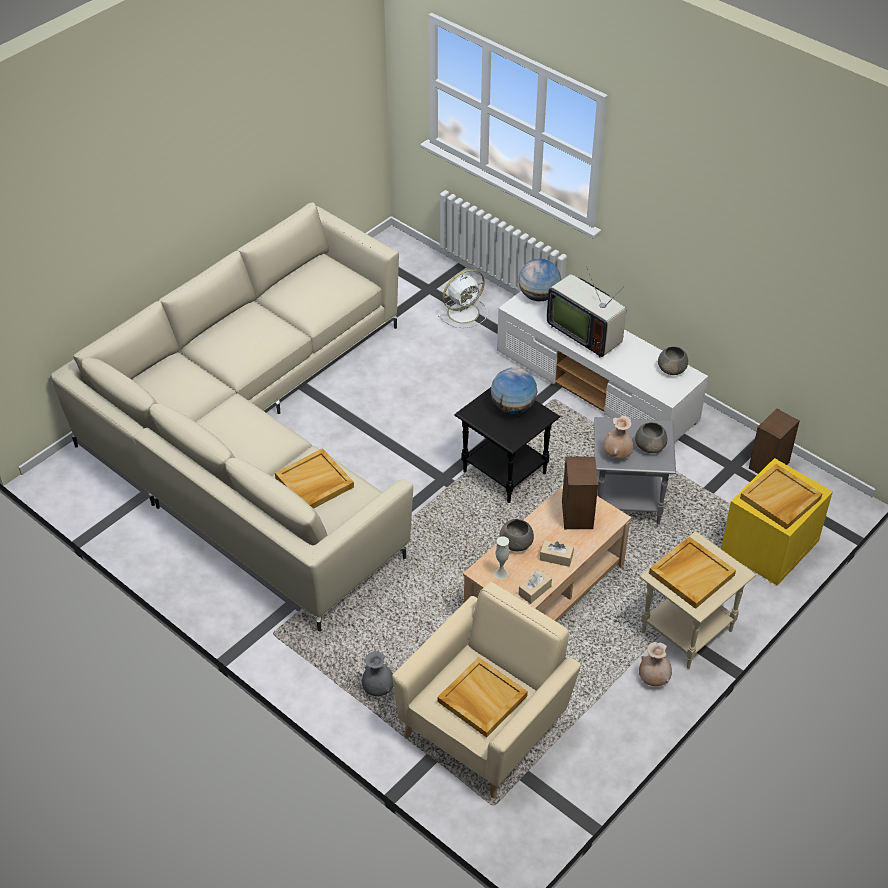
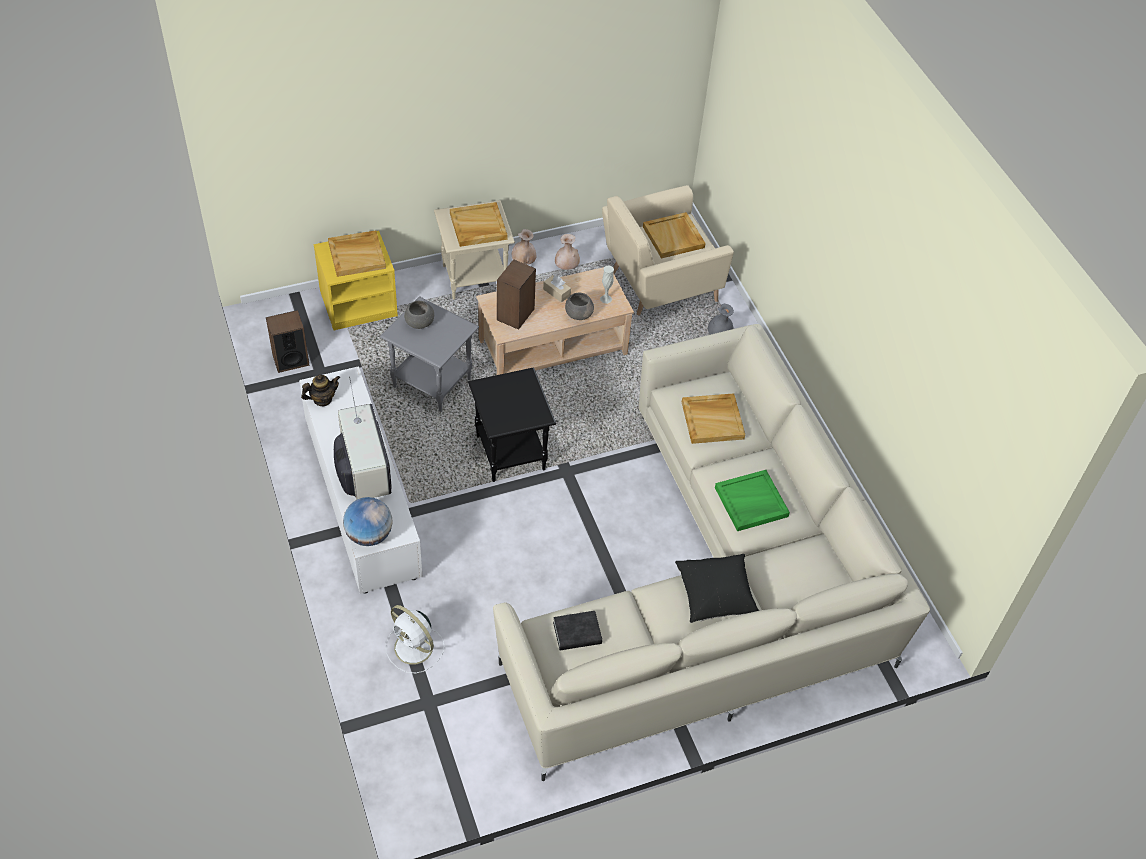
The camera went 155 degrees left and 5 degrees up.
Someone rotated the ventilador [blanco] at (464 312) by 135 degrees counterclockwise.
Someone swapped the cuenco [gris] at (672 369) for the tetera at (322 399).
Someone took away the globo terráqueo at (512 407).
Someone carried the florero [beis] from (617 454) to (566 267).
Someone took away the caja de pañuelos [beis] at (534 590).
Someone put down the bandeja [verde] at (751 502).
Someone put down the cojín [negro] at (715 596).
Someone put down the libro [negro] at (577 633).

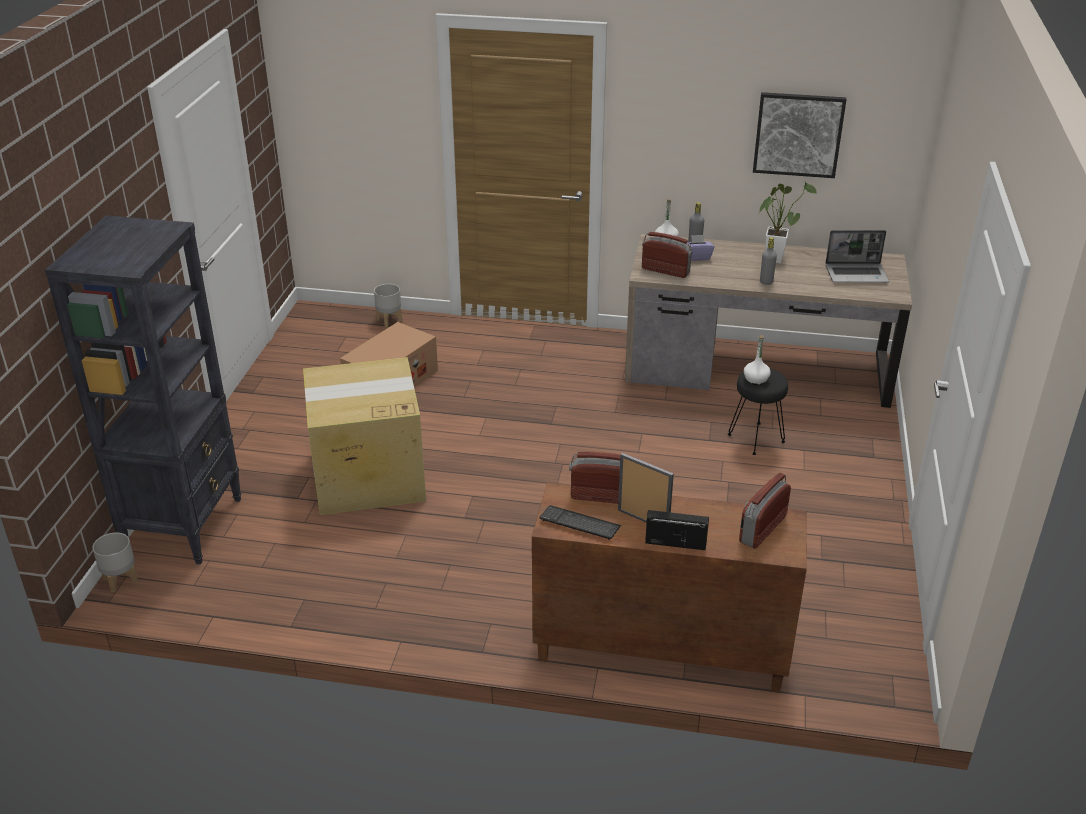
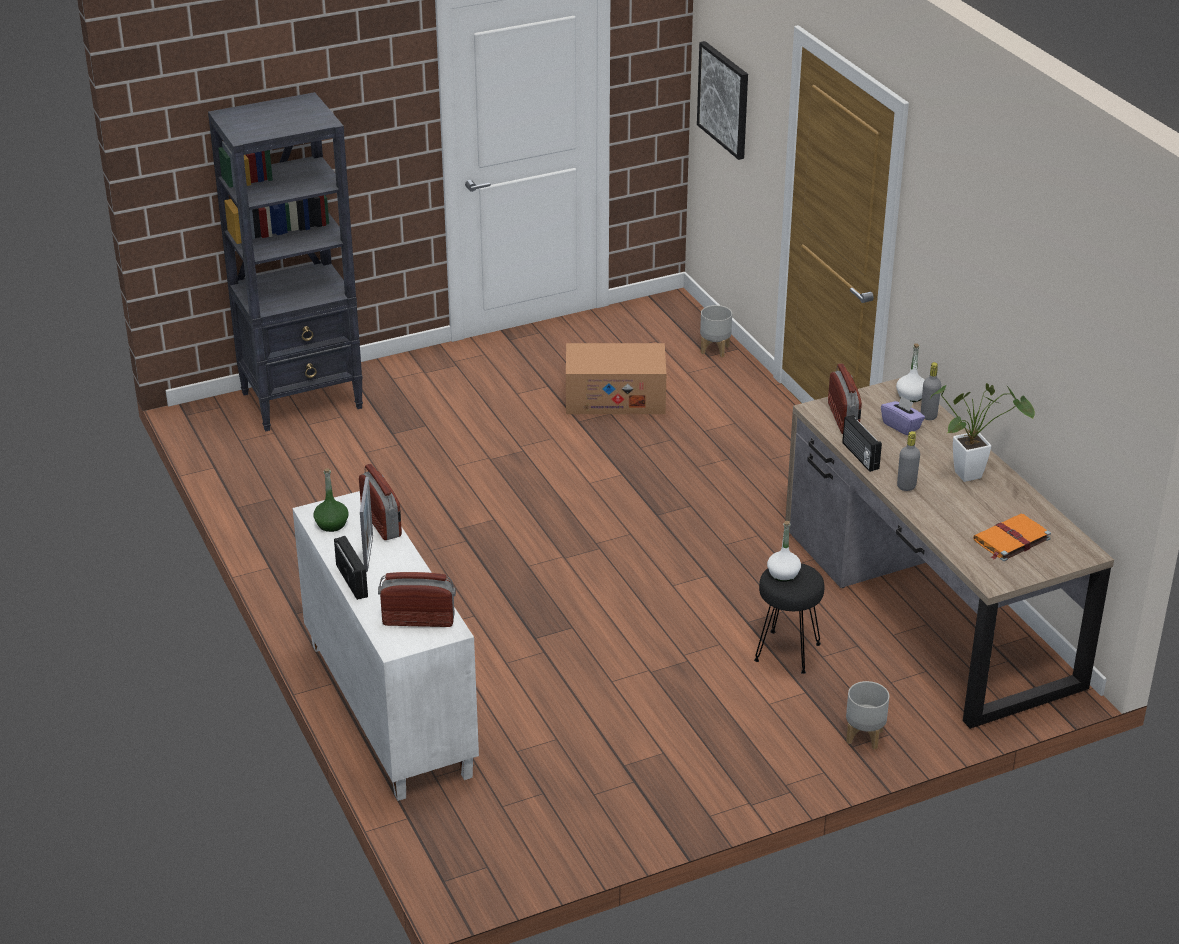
The camera went 55 degrees right and 0 degrees up.
Someone carried the cuadro from (798 134) to (724 99).
Someone swapped the portátil at (857 274) for the libro [naranja] at (1010 540).
Someone took away the caja de cartón at (367 476).
Someone repainted the armario [marrón] at (659 650), which became the armario [blanco] at (387 709).
Someone swapped the teclado at (580 523) for the botella [verde] at (331 524).
Someone carried the maceta [gris] from (121 580) to (864 737).
Someone put down the radio at (859 456).

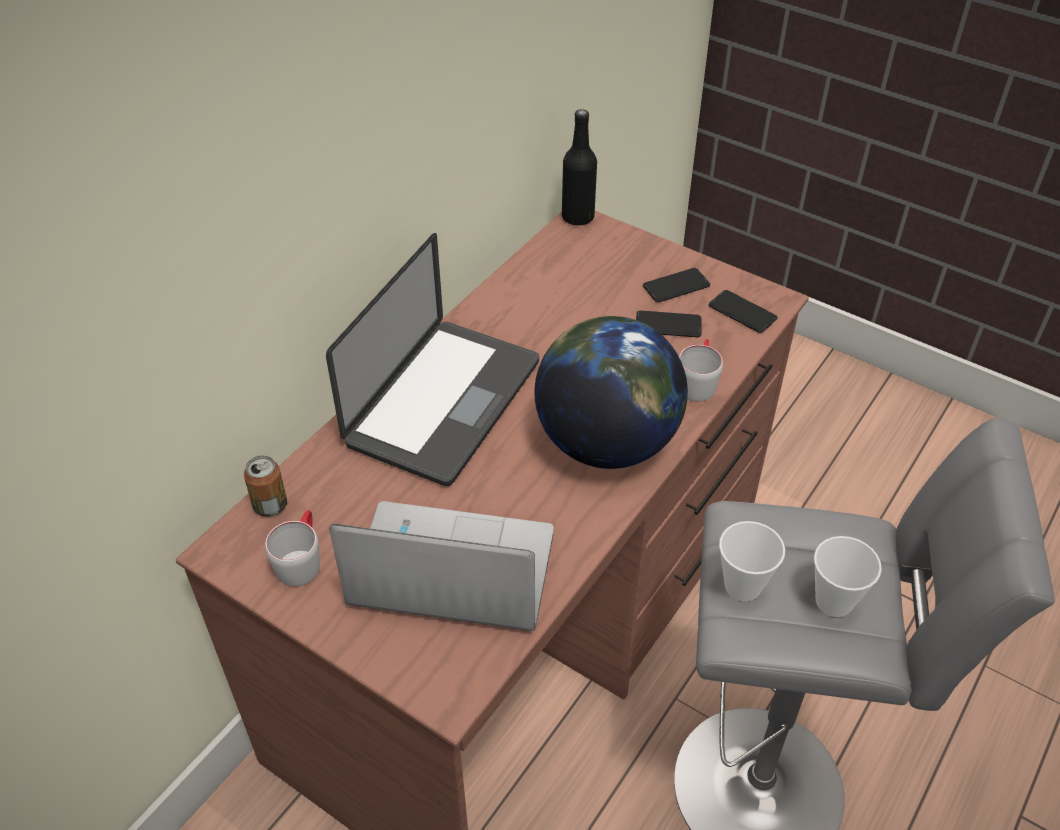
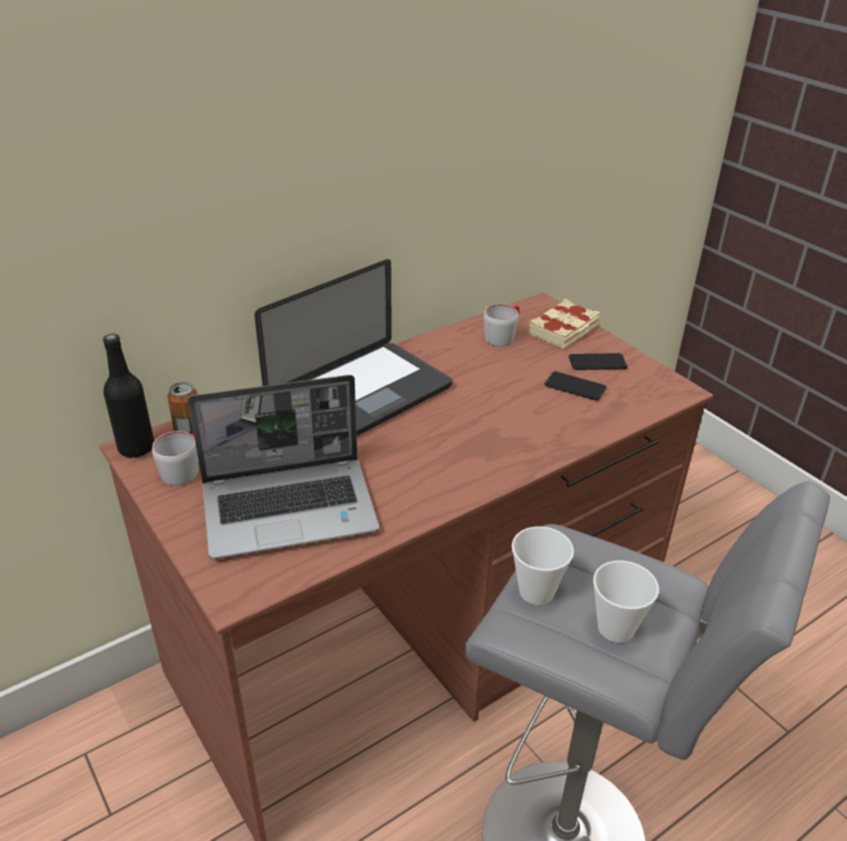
The camera went 20 degrees right and 10 degrees down.
Someone carried the botella [negro] from (577 217) to (136 448).
Someone took away the móvil at (742 312).
Someone took away the globo terráqueo at (606 442).
Someone carried the taza grande [gris] from (697 381) to (503 336).
Someone rotated the portátil at (449 572) by 135 degrees clockwise.
Someone put down the libro [beis] at (564 330).

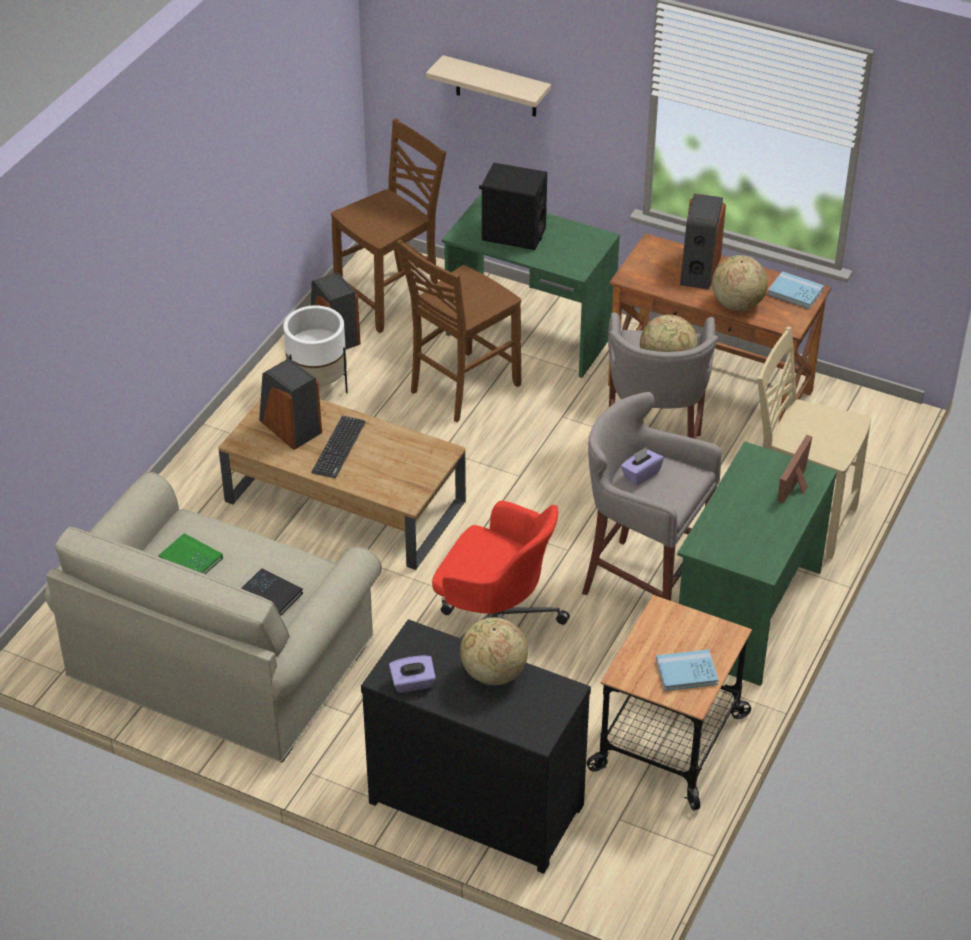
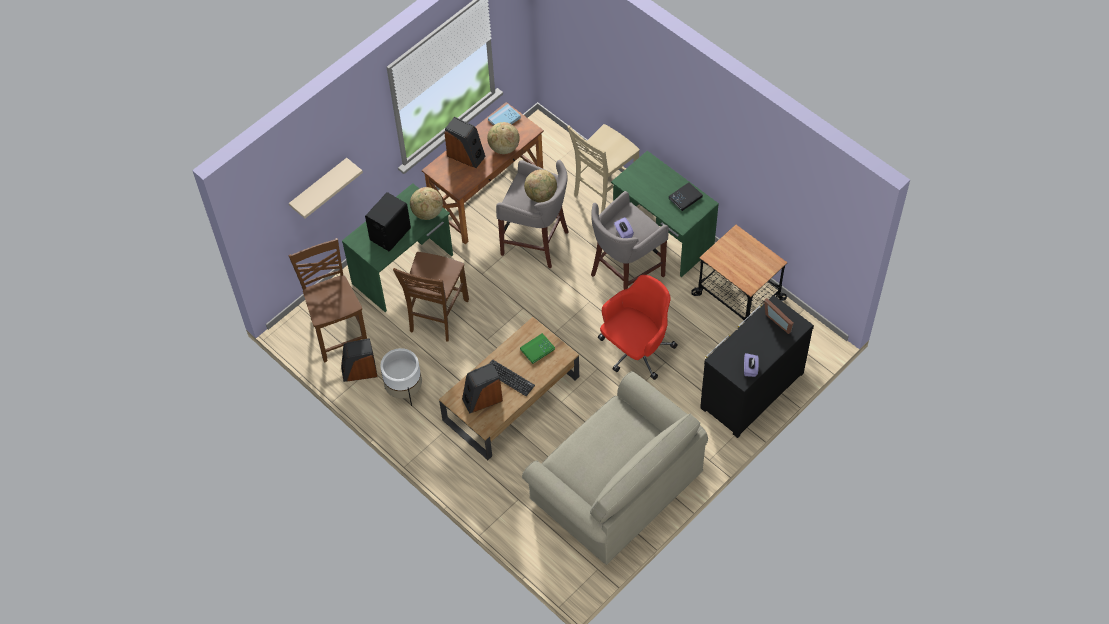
The camera went 70 degrees left and 15 degrees up.
Someone rotated the silla [marrón] at (461 388) by 45 degrees clockwise.
Someone carried the portarretratos from (798 485) to (779 320).
Someone carried the libro [verde] from (191 559) to (537 349).
Someone carried the libro [negro] from (270 595) to (685 197).
Someone carried the globo terráqueo from (493 673) to (427 213).
Someone took away the libro [azul] at (686 672).

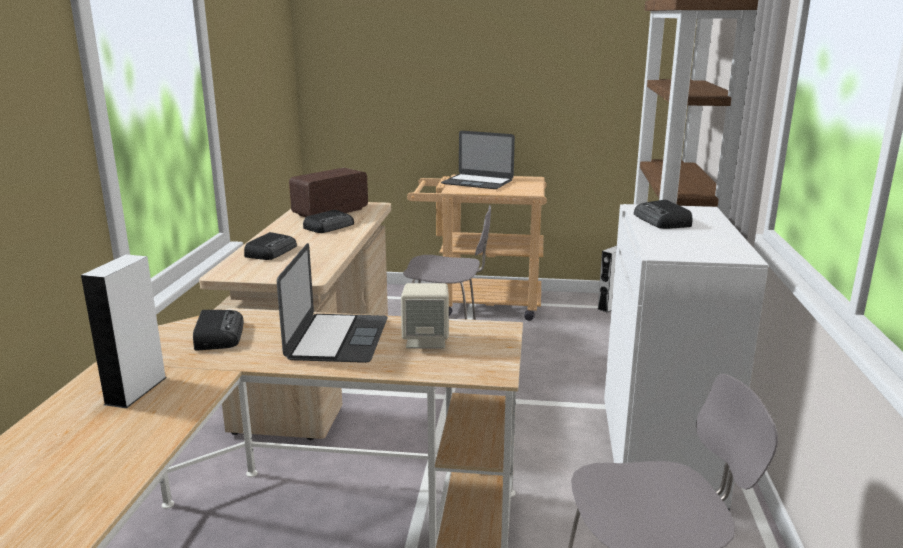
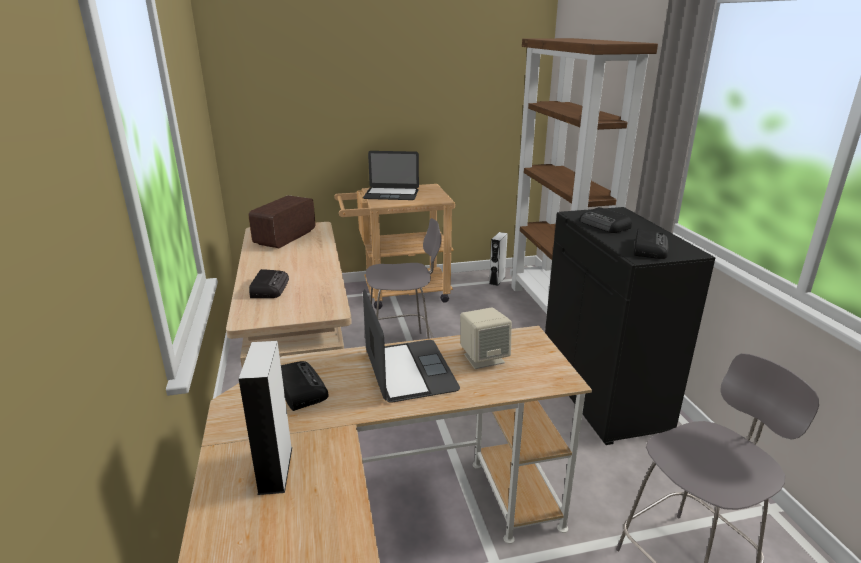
The camera went 20 degrees left and 5 degrees up.
Someone repainted the armario [blanco] at (661 451), which became the armario [negro] at (604 395).
Someone carried the radio from (330 226) to (649 248).

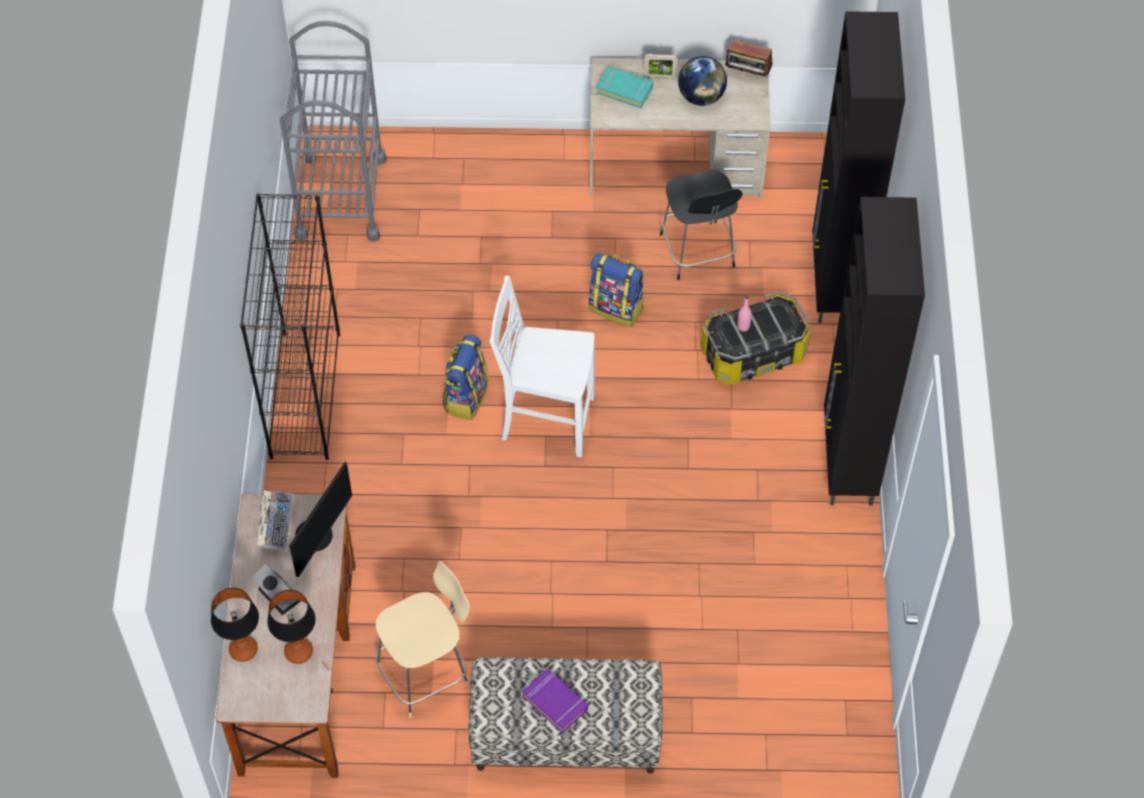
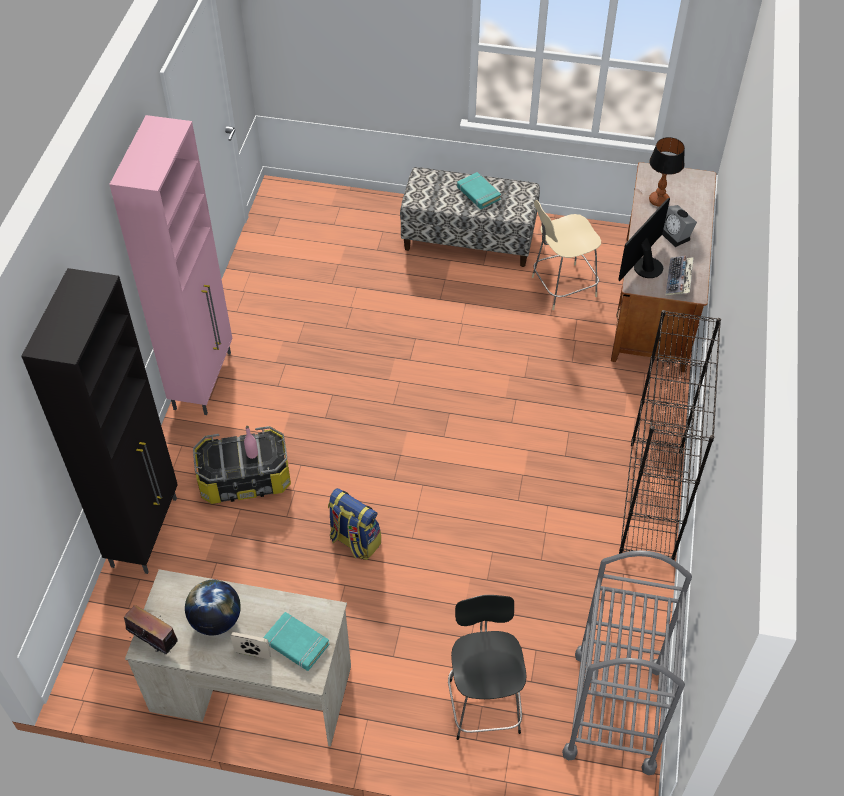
The camera went 170 degrees left and 5 degrees down.
Someone carried the silla [negro] from (698 253) to (484 703).
Someone repainted the armario [negro] at (848 464), which became the armario [rosa] at (203 379).
Someone took away the silla [blanco] at (545 419).
Someone took away the mochila at (465 396).
Someone took away the lámpara de mesa at (244 650).
Someone repainted the libro [morado] at (555 702), which became the libro [turquesa] at (478 193).

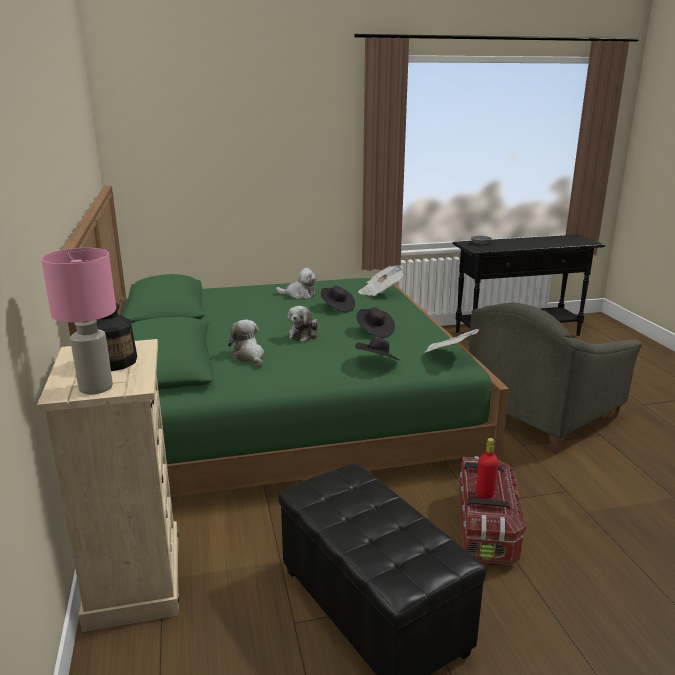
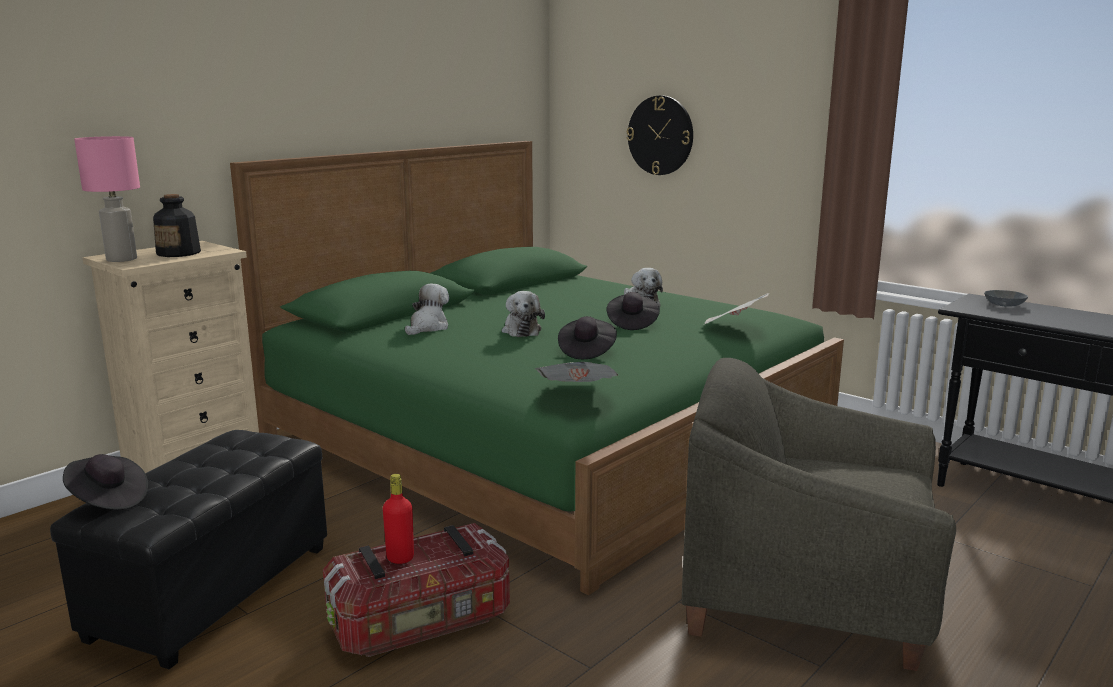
The camera went 55 degrees right and 5 degrees down.
Someone rotated the peluche at (304 334) by 90 degrees counterclockwise.
Someone carried the sombrero [negro] from (377 363) to (108 500).
Someone put up the reloj de pared at (660 135).

